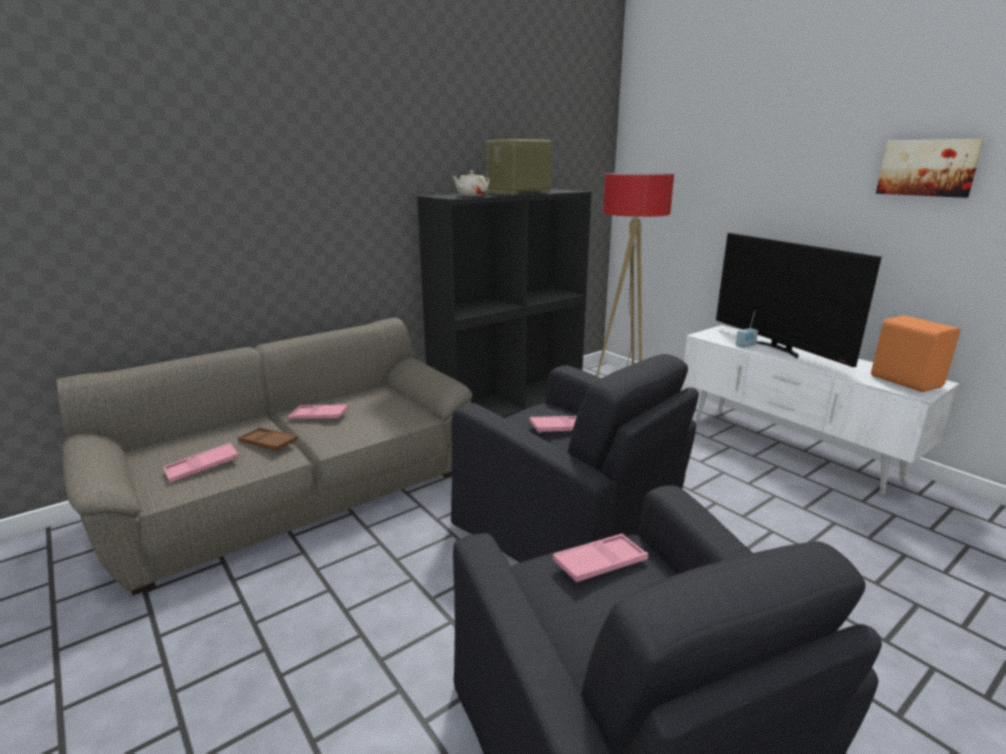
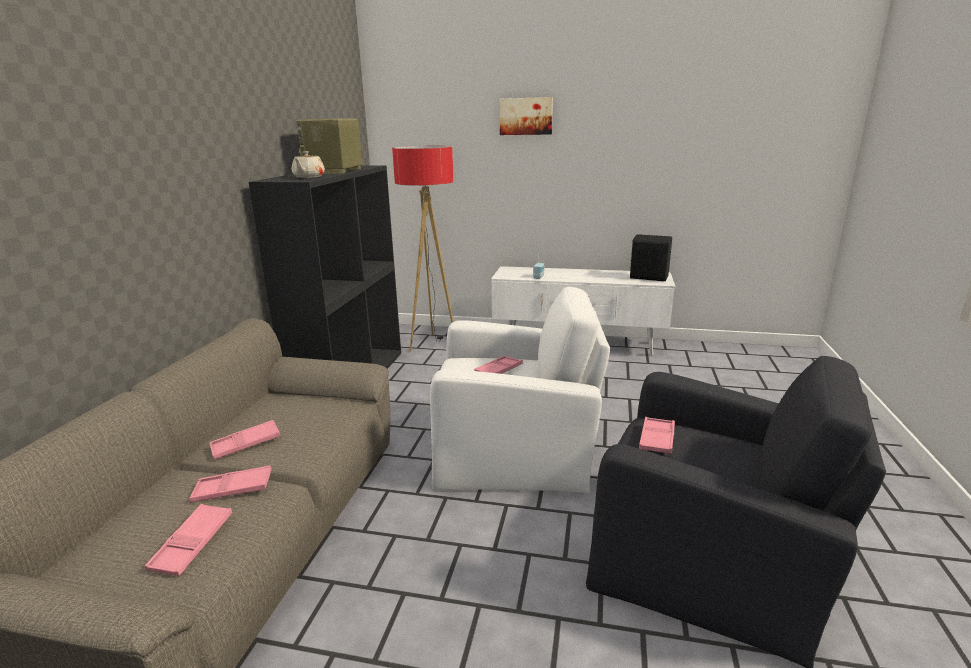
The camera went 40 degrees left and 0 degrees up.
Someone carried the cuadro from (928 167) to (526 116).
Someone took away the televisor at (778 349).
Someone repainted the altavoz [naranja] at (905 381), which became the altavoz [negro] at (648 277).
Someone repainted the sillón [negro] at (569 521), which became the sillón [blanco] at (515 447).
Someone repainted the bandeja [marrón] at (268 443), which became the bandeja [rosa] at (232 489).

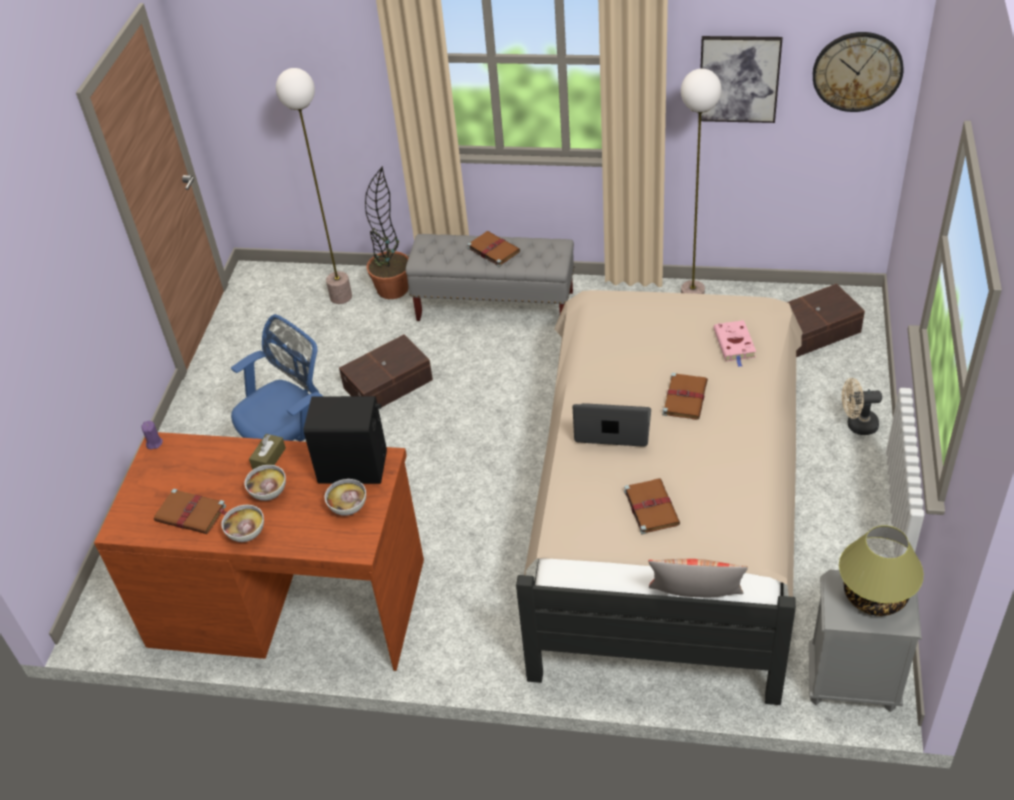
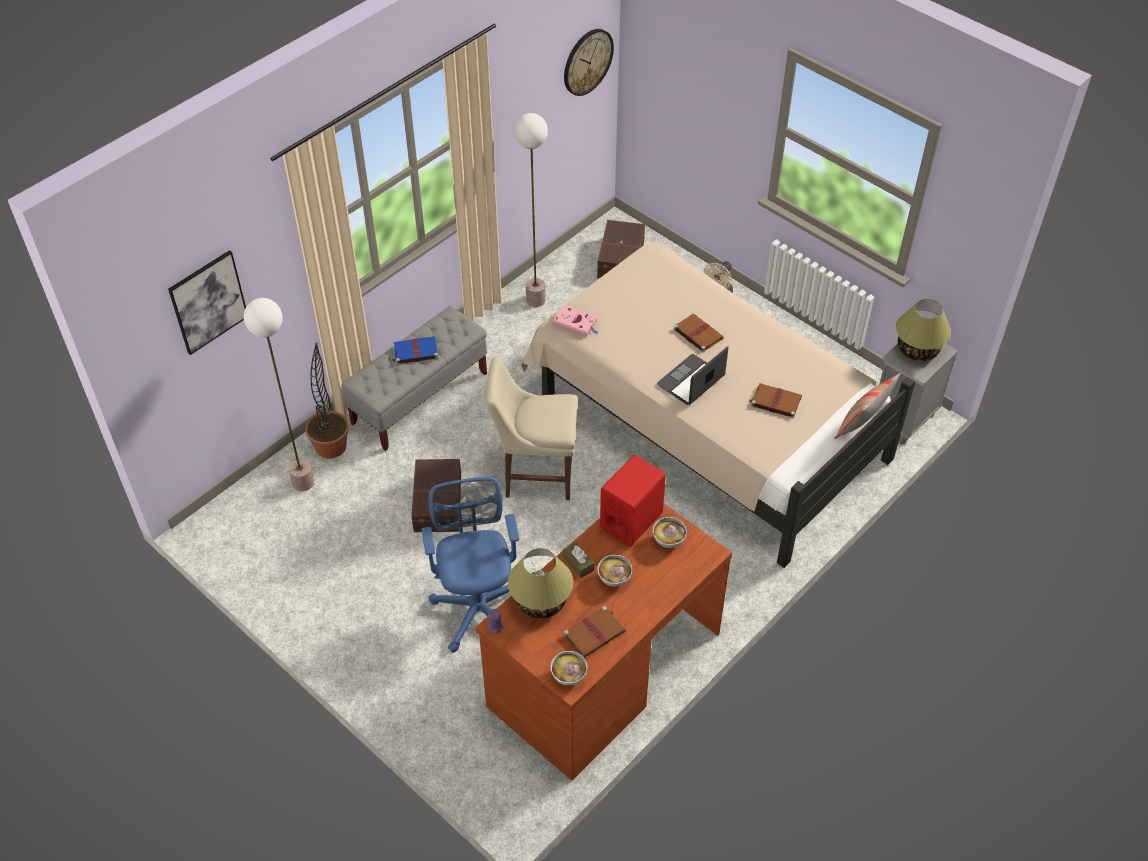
The camera went 60 degrees left and 5 degrees up.
Someone carried the cuadro from (739 79) to (208 302).
Someone repainted the libro [marrón] at (493 250), which became the libro [azul] at (415 351).
Someone carried the libro [rosa] from (735 345) to (576 323).
Someone repainted the altavoz [negro] at (353 467), which became the altavoz [rojo] at (631 520).
Someone carried the cuenco from (246 534) to (568 676).
Someone put down the silla [beis] at (535 474).
Someone put down the lámpara de mesa at (541 601).

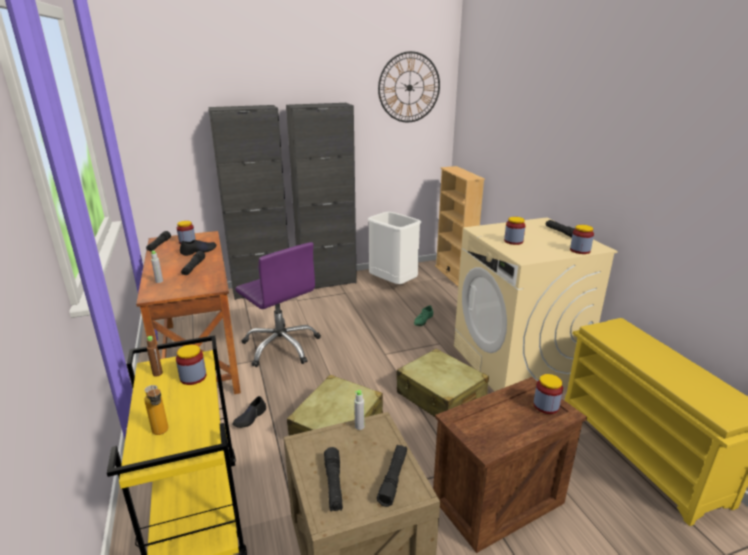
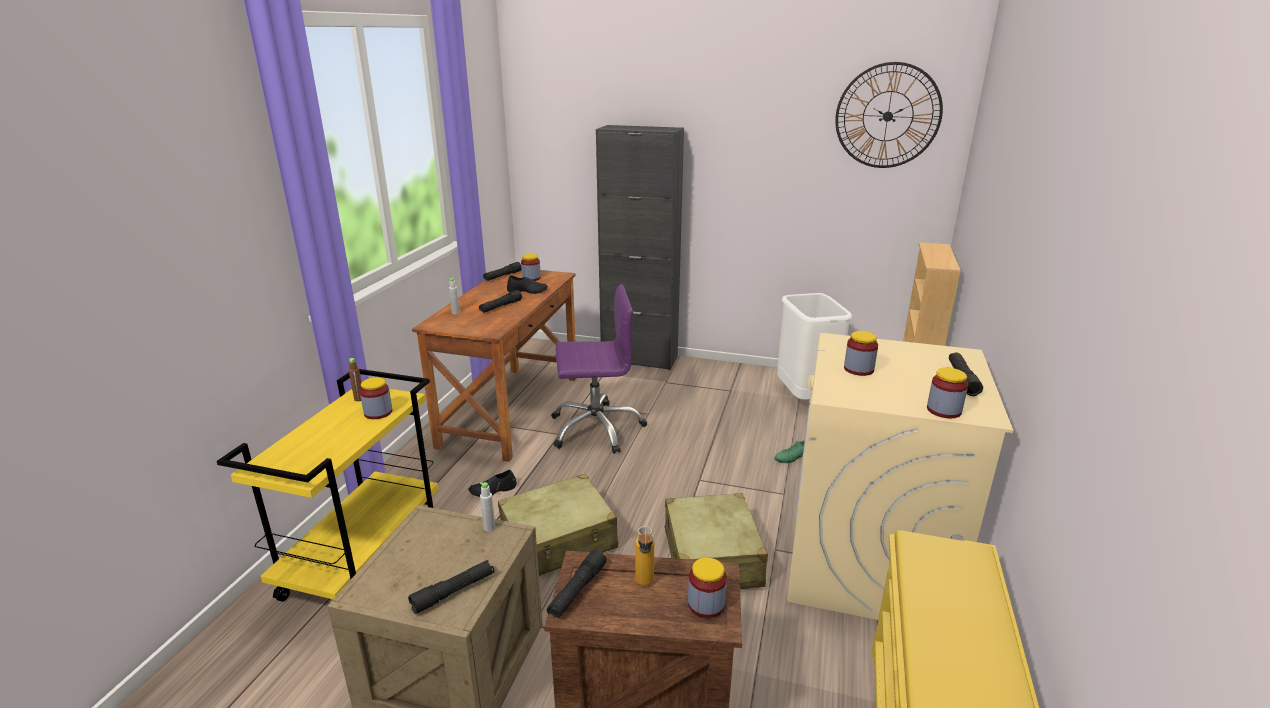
The camera went 35 degrees right and 0 degrees up.
Someone took away the armario [negro] at (327 282).
Someone rotated the silla de oficina [morado] at (281 346) by 90 degrees counterclockwise.
Someone carried the botella from (162 434) to (644 585).
Someone carried the linterna [negro] from (333 484) to (577 590).

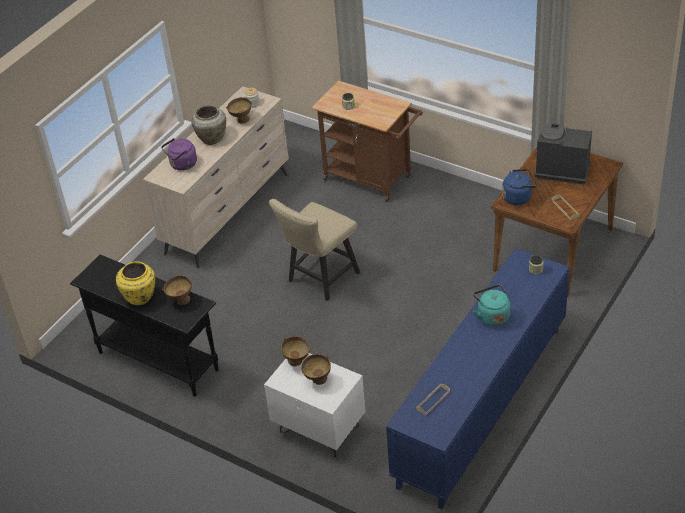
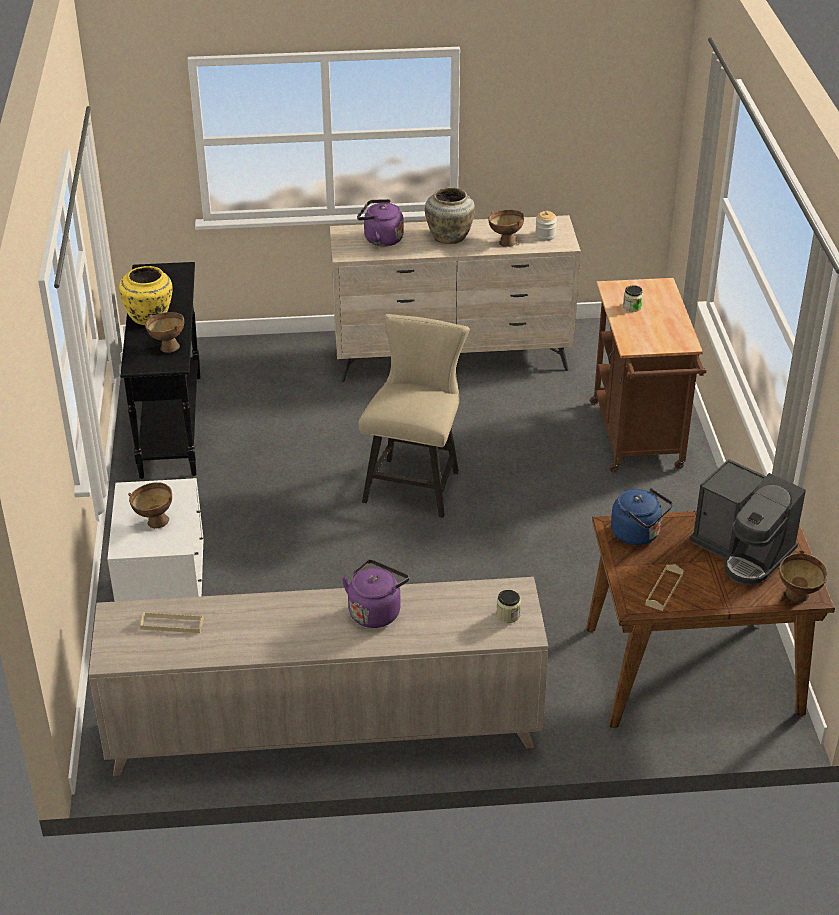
The camera went 50 degrees right and 5 degrees down.
Someone rotated the cafetera at (561 170) by 150 degrees clockwise.
Someone rotated the silla [beis] at (320 279) by 105 degrees clockwise.
Someone repainted the armario [azul] at (482 405), which became the armario [beis] at (325 732).
Someone repainted the hervidor [turquesa] at (492 316), which became the hervidor [morado] at (376 611).
Someone carried the cuenco [marrón] from (297 362) to (798 598).

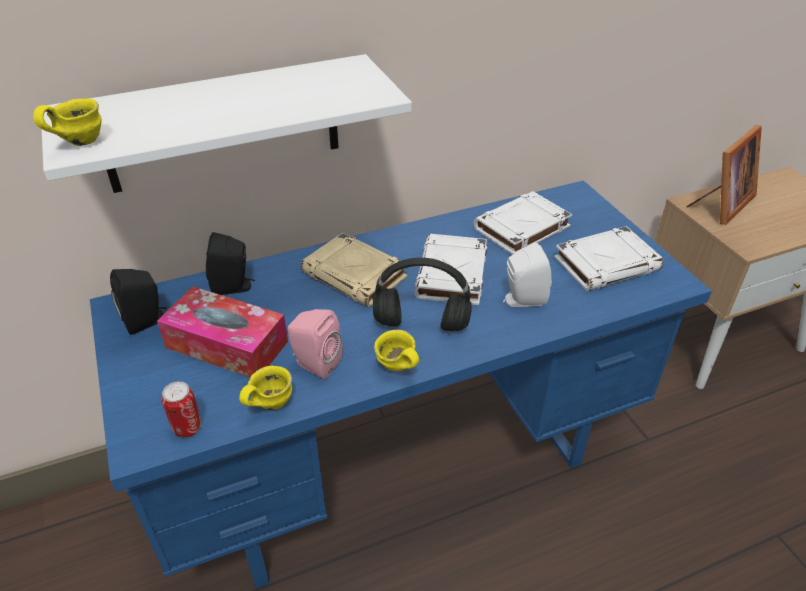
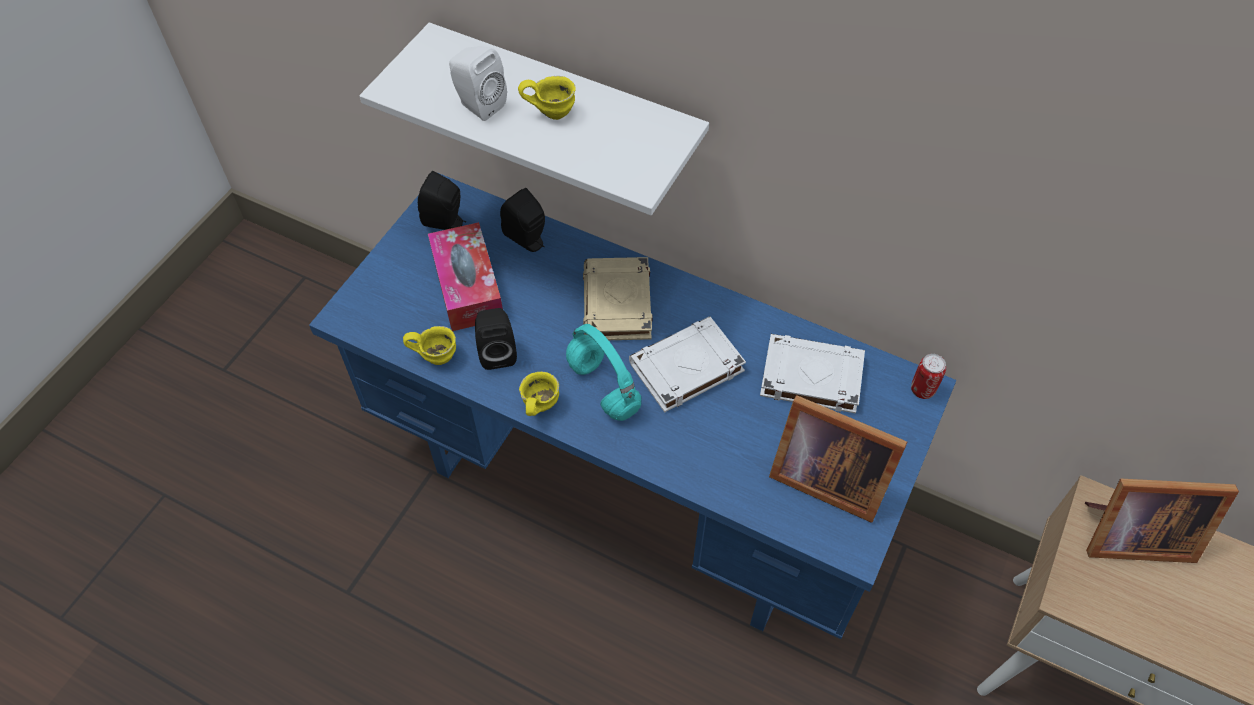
The camera went 50 degrees right and 15 degrees up.
Someone carried the taza grande [amarillo] from (78 143) to (551 112).
Someone swapped the libro [blanco] at (607 264) for the portarretratos at (825 476).
Someone carried the altavoz [blanco] from (522 300) to (478 105).
Someone repainted the auriculares [negro] at (419 324), which became the auriculares [turquesa] at (601 387).
Someone repainted the altavoz [rosa] at (314 363), which became the altavoz [negro] at (497 352).
Someone carried the lata from (187 428) to (922 390).

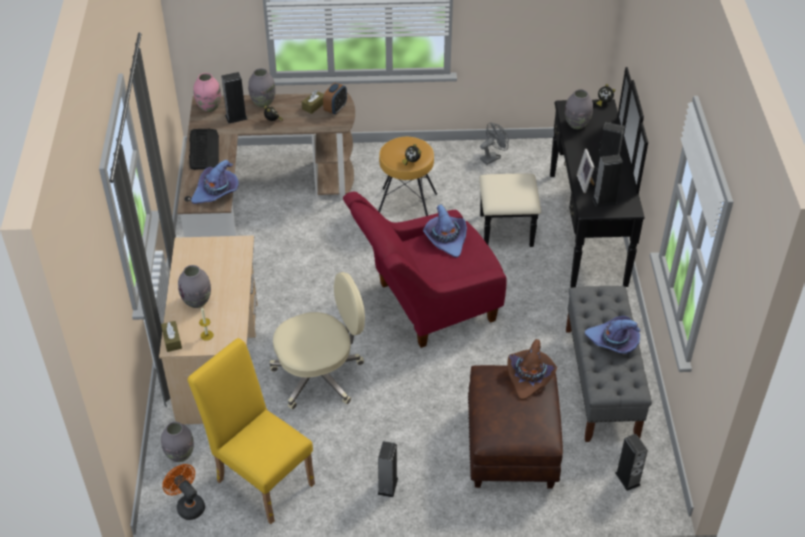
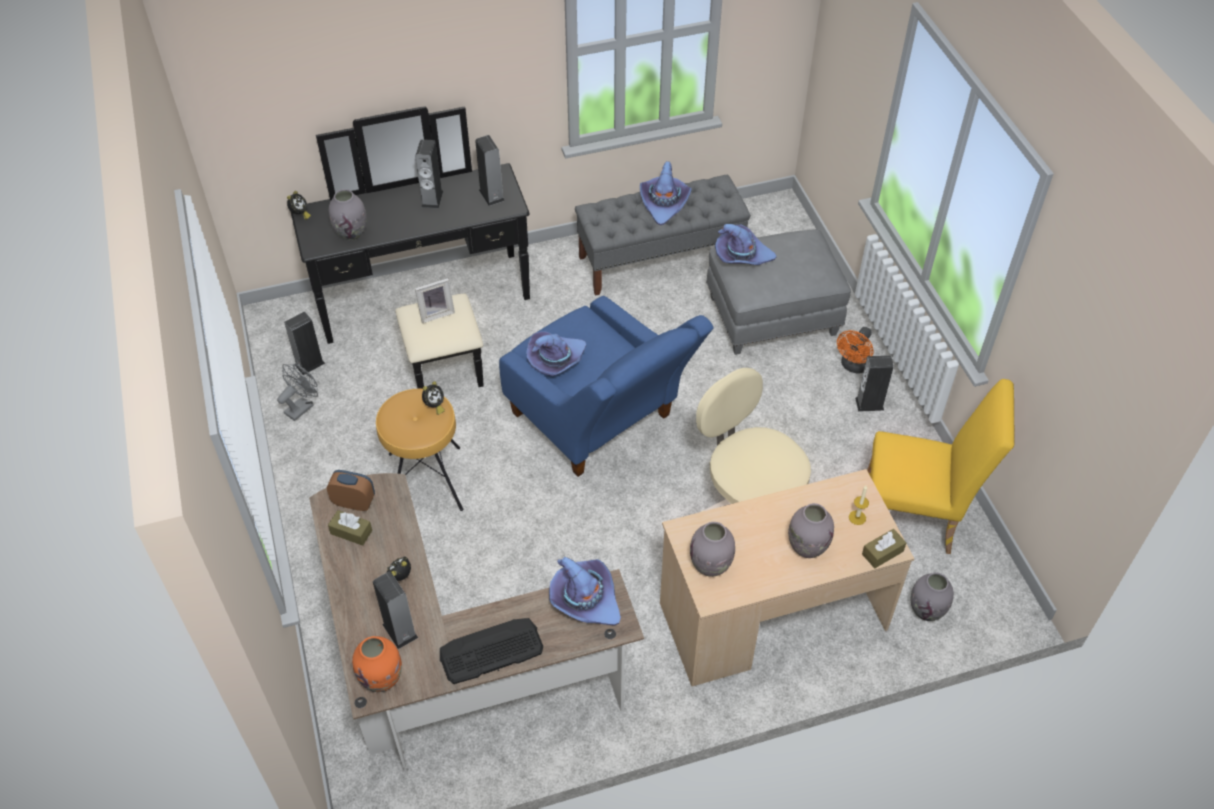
The camera went 105 degrees left and 5 degrees up.
Someone carried the florero [gris] from (263 103) to (711 565).
Someone repainted the florero [rosa] at (209 107), which became the florero [naranja] at (382 678).
Someone rotated the ventilador [gris] at (492 157) by 90 degrees clockwise.
Someone carried the portarretratos from (586 183) to (436 313).
Someone repainted the sillón [rojo] at (426 305), which became the sillón [azul] at (600 423).
Someone rotated the silla [amarillo] at (261 477) by 105 degrees counterclockwise.
Someone repainted the sombrero [marrón] at (530 376), which became the sombrero [morado] at (742 255).
Someone repainted the puf [marrón] at (512 447), which became the puf [gris] at (773 314).
Someone carried the altavoz from (627 479) to (309 364).
Someone carried the ventilador [naranja] from (188 505) to (853 366).

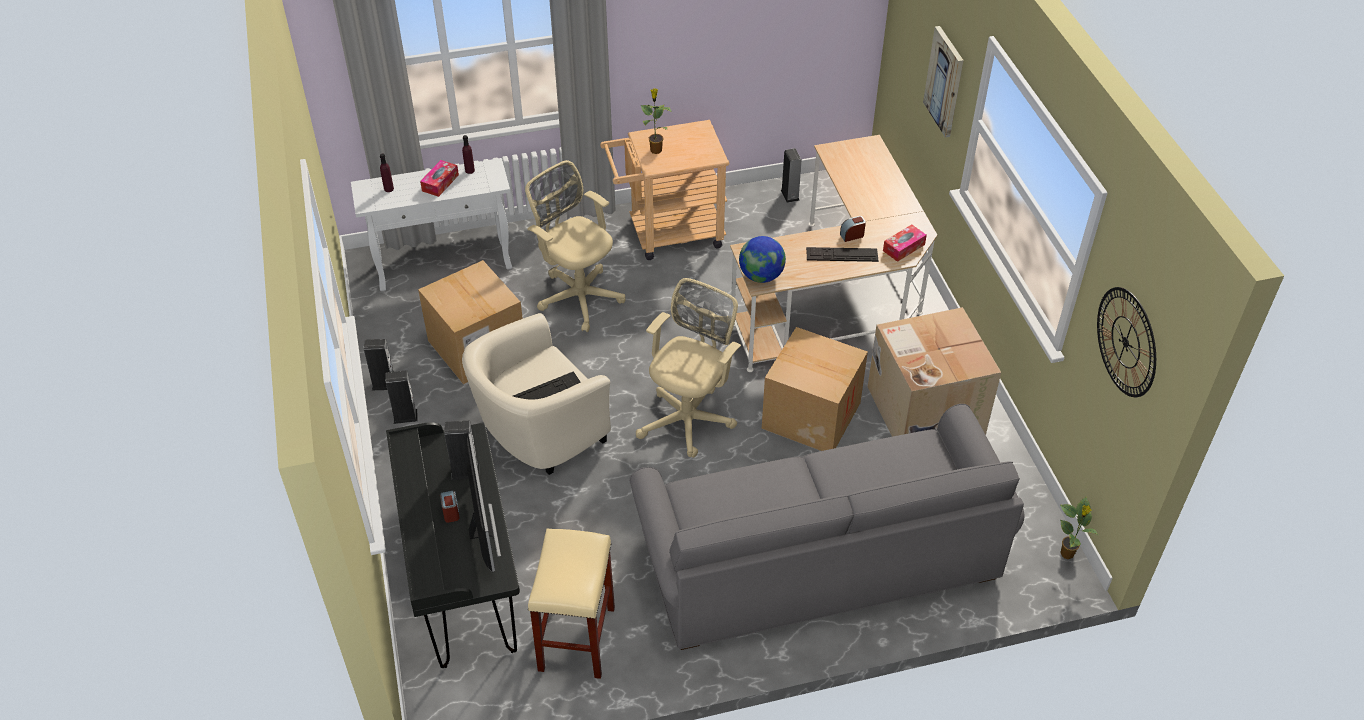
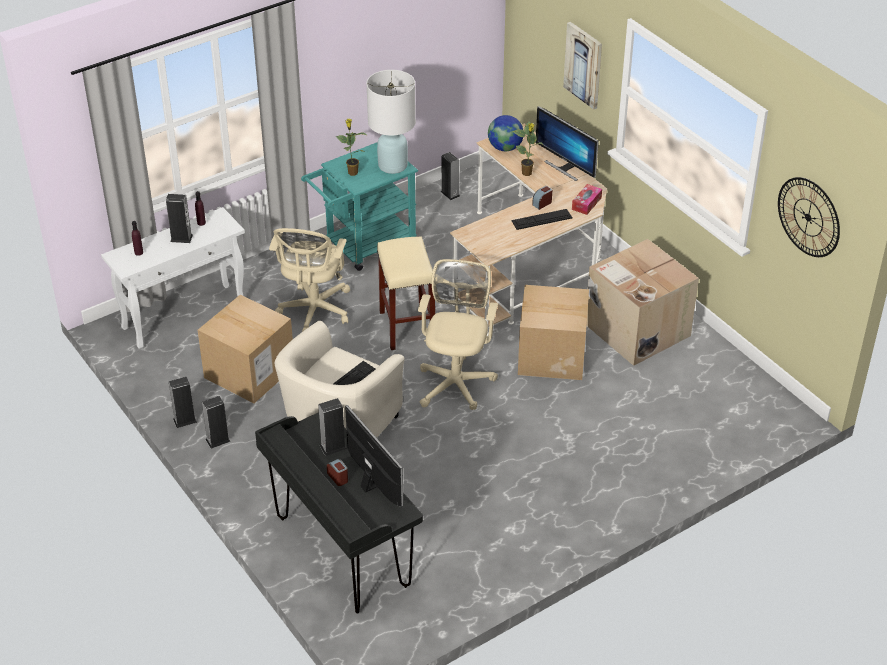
The camera went 20 degrees left and 5 degrees down.
Someone repainted the carrito [beis] at (667 234), which became the carrito [turquesa] at (364 247).
Someone swapped the caja de pañuelos at (440 183) for the altavoz at (181 238).
Someone rotated the silla de oficina [beis] at (578 295) by 105 degrees counterclockwise.
Someone carried the globo terráqueo from (761 276) to (505 148).
Someone took away the sofá [gris] at (818 558).
Someone carried the planta en maceta from (1067 554) to (527 173).
Someone carried the taburete [beis] from (576 637) to (406 327).
Someone put down the lámpara de mesa [blanco] at (392 165).
Someone put down the monitor at (565 168).

